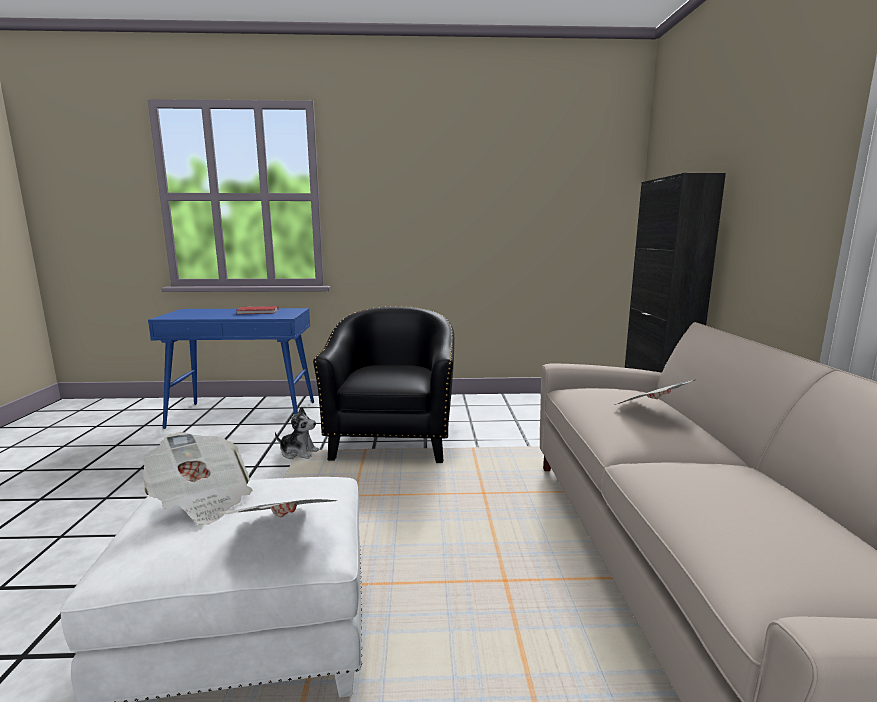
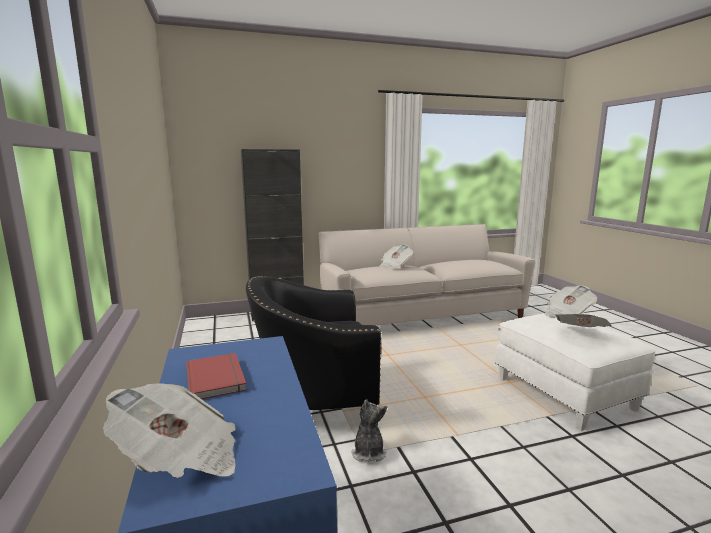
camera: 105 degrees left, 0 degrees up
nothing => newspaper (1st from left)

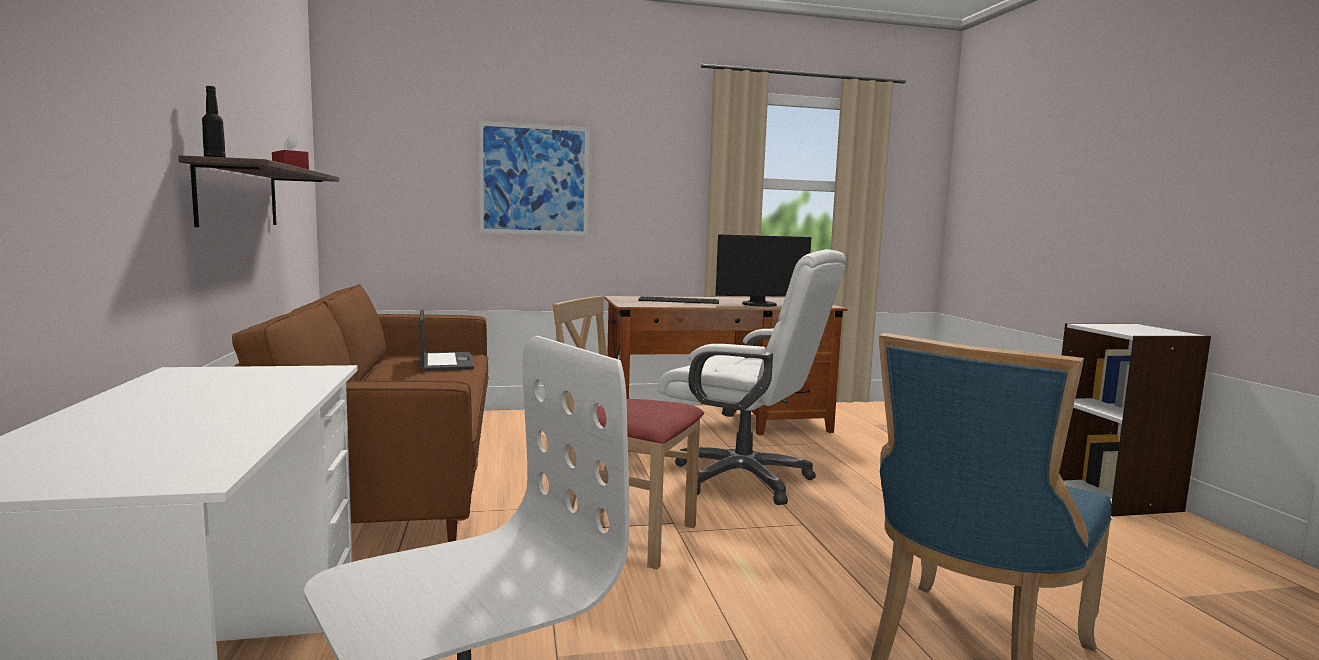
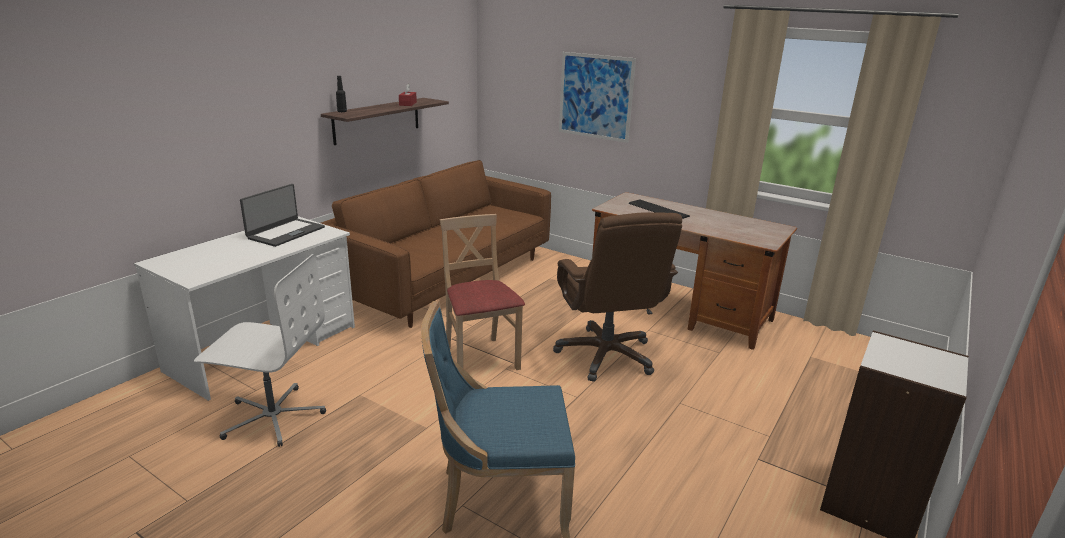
camera: 45 degrees right, 15 degrees up
portable computer, moved
white computer chair (2nd from left) => brown-coloured computer chair
monitor => nothing

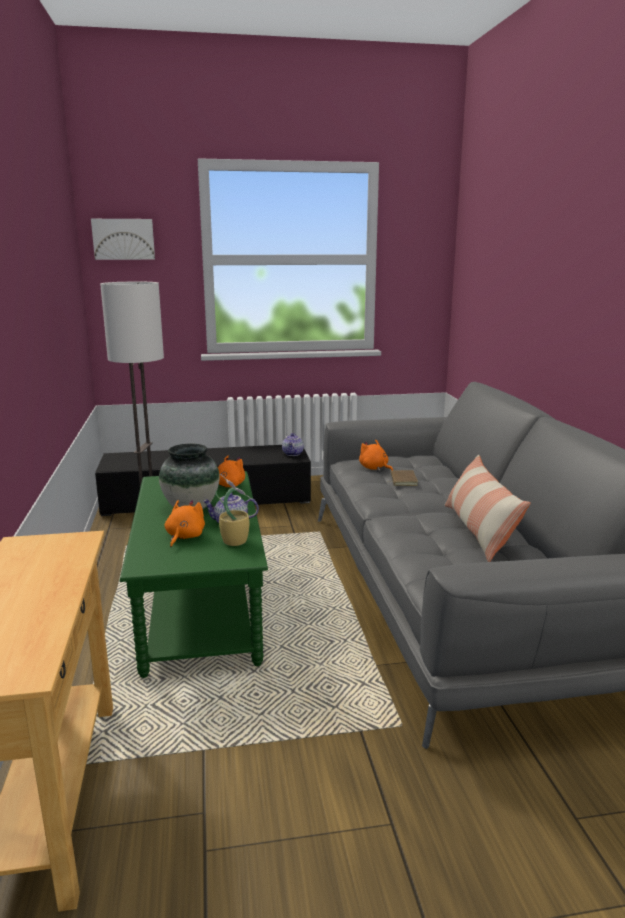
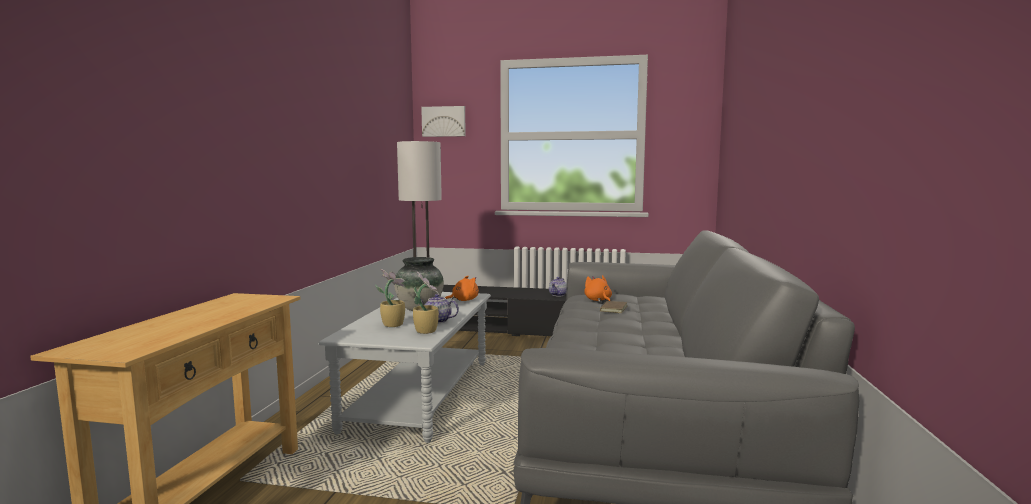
camera: 20 degrees right, 10 degrees down
green-coloured coffee table => greyish coffee table
orangey plush toy (1st from left) => potted plant (1st from left)
pillow => nothing

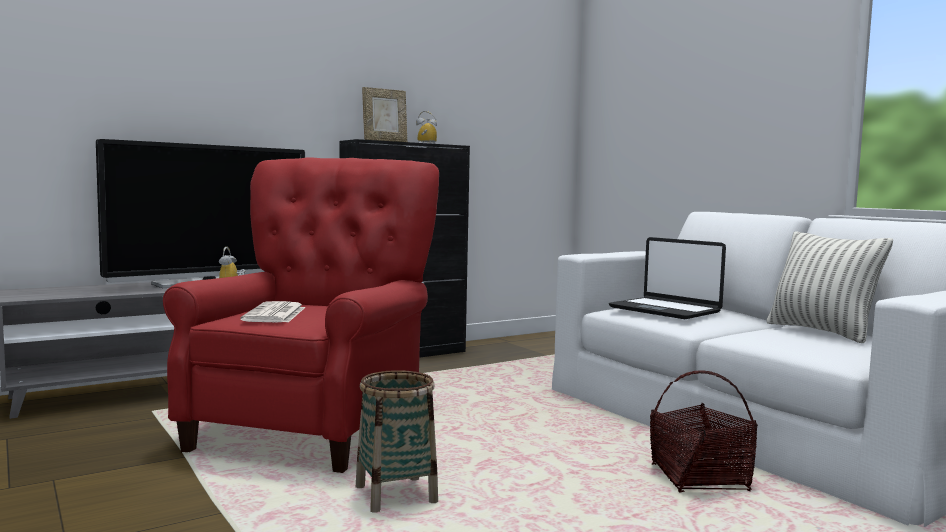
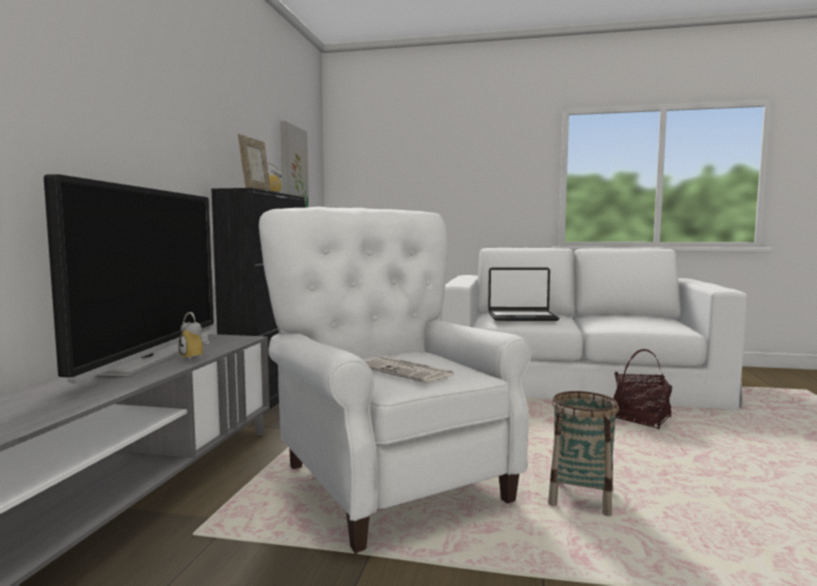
camera: 45 degrees left, 0 degrees up
red lounge chair => white lounge chair
pillow => nothing
nothing => wall picture

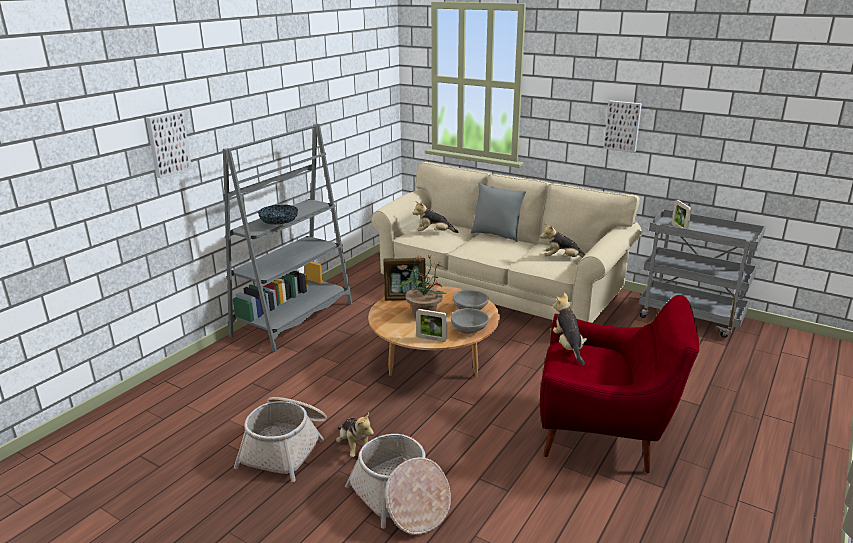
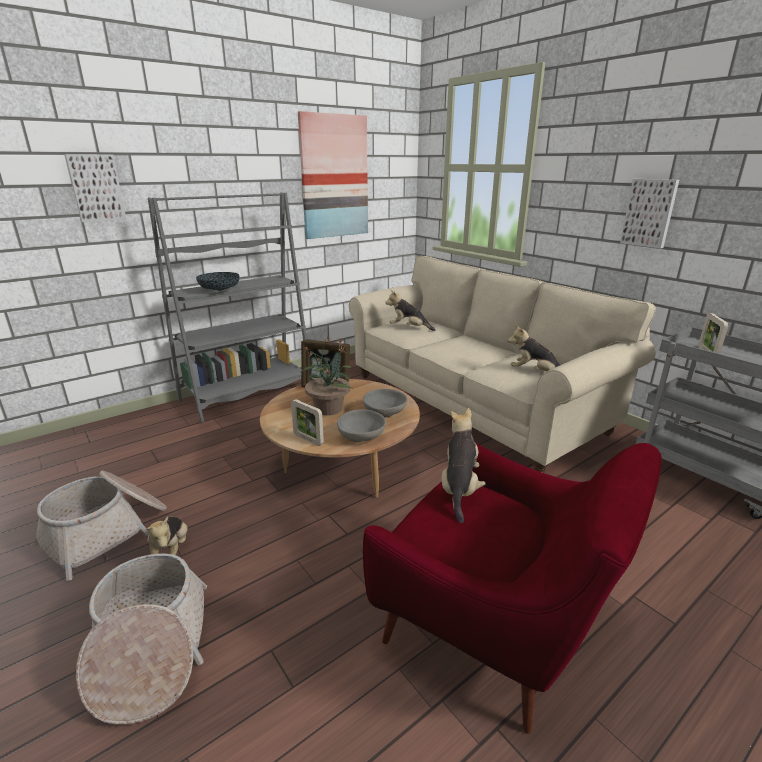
camera: 20 degrees right, 0 degrees up
greyish pillow => nothing
nothing => wall picture (2nd from left)

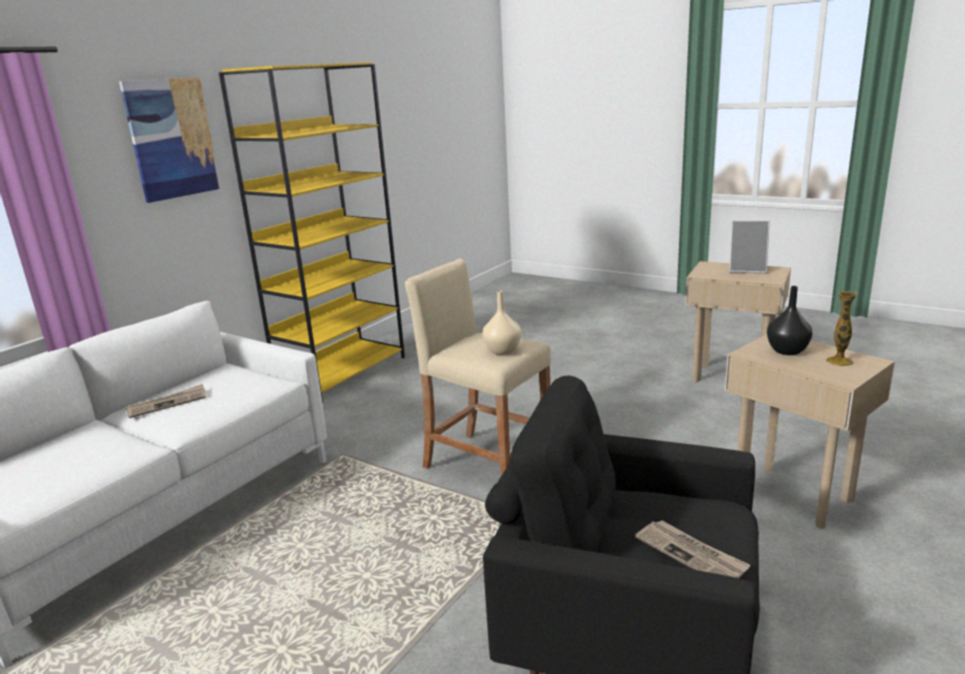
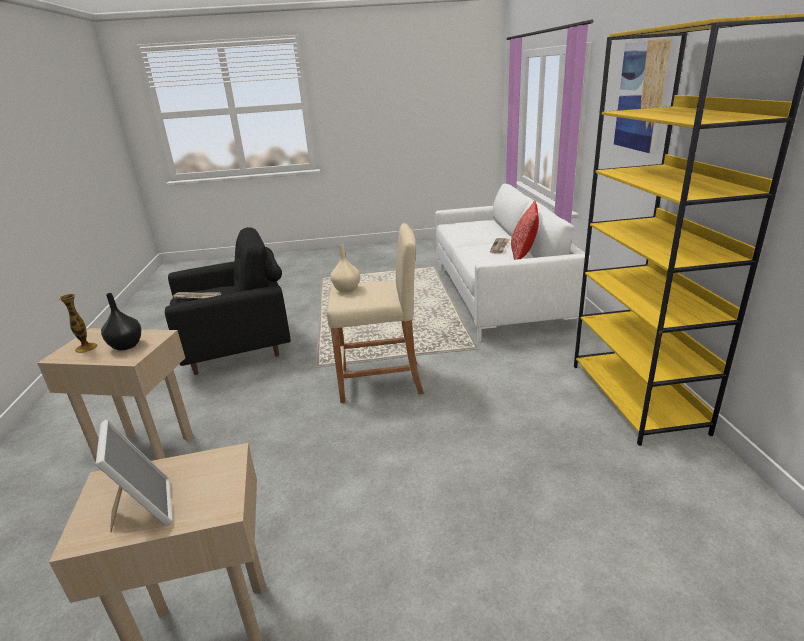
camera: 140 degrees right, 5 degrees up
standing frame, 90 degrees clockwise
nothing => pillow

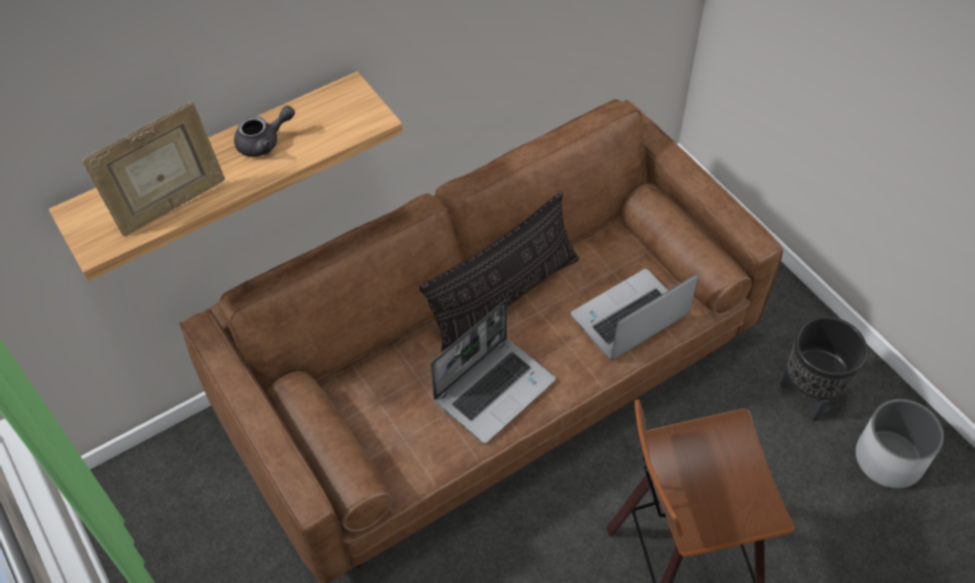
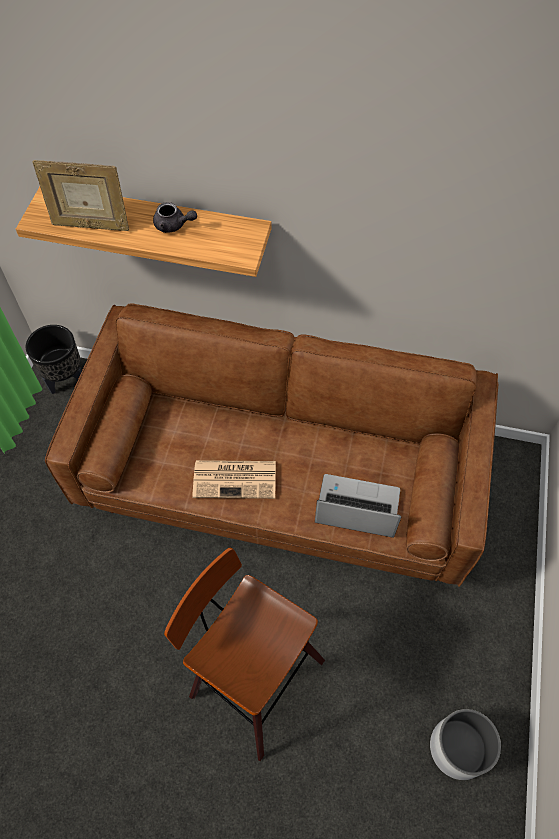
camera: 45 degrees right, 5 degrees up
pillow => nothing
portable computer (1st from left) => newspaper
black flower pot, moved

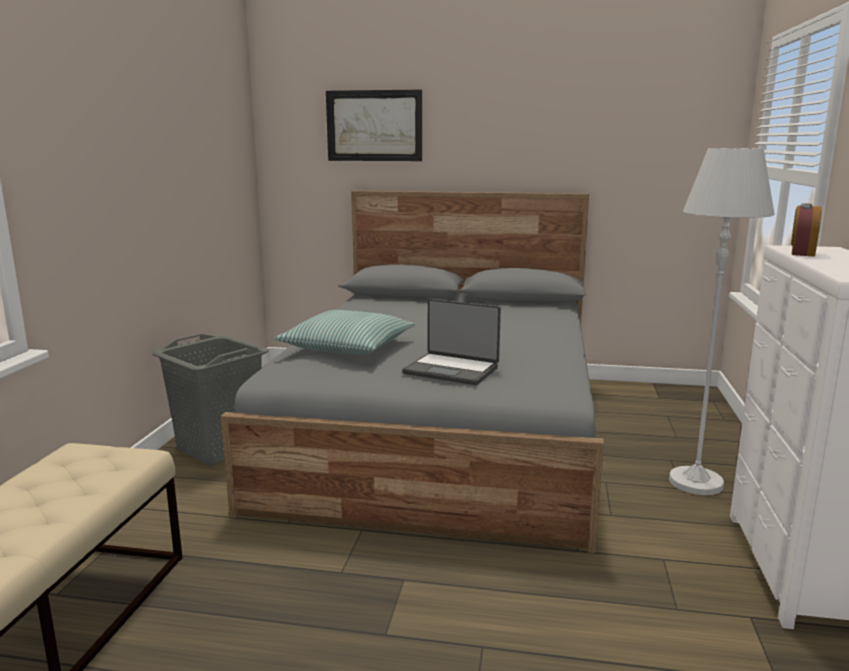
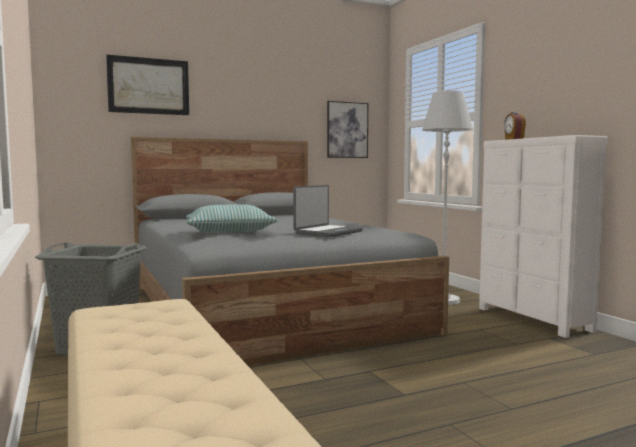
camera: 35 degrees left, 10 degrees down
portable computer, 45 degrees counterclockwise
nothing => wall picture (2nd from left)

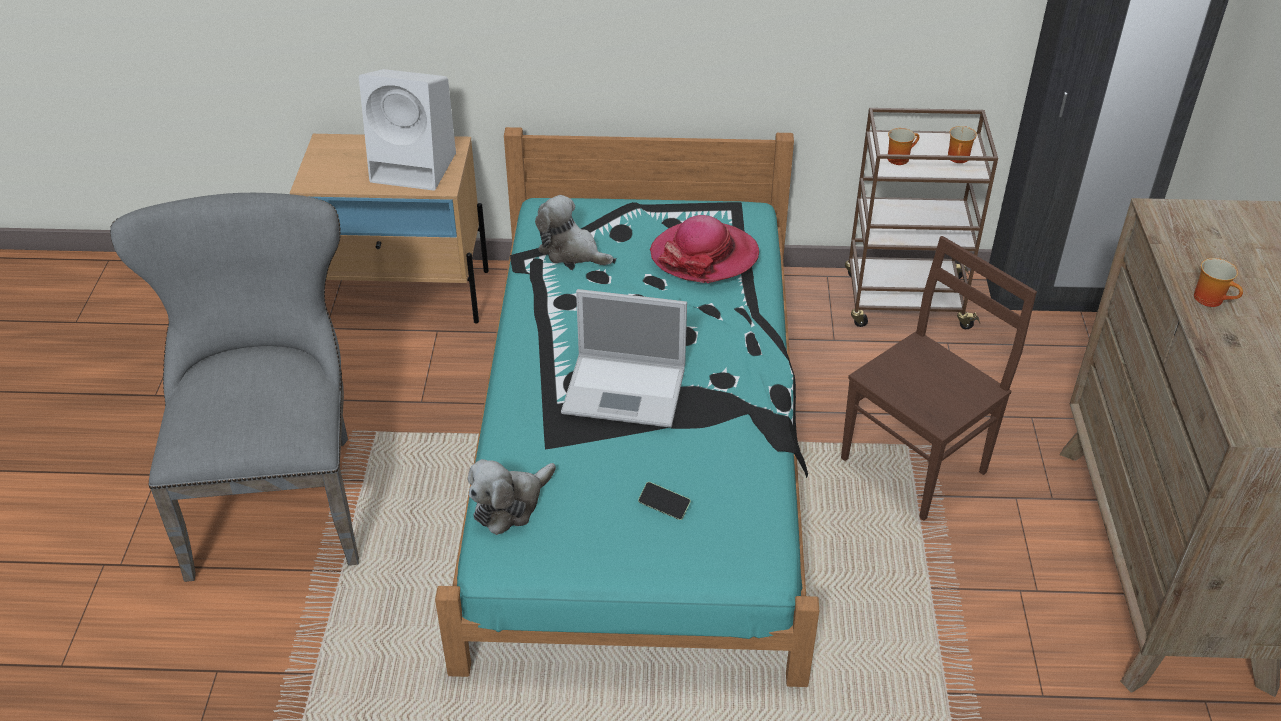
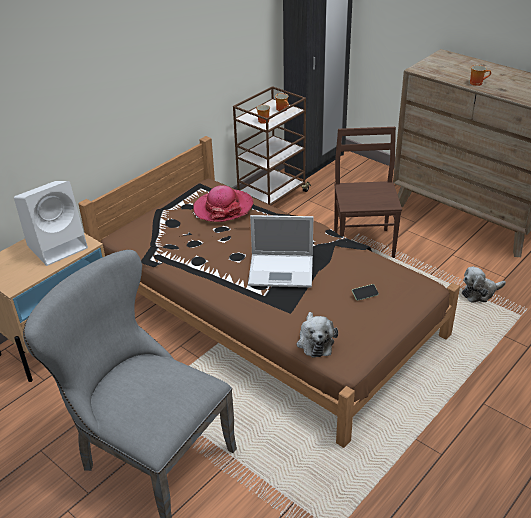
camera: 50 degrees left, 5 degrees down
turquoise bed => brown-coloured bed
plush toy (2nd from left), moved
portable computer, 45 degrees clockwise

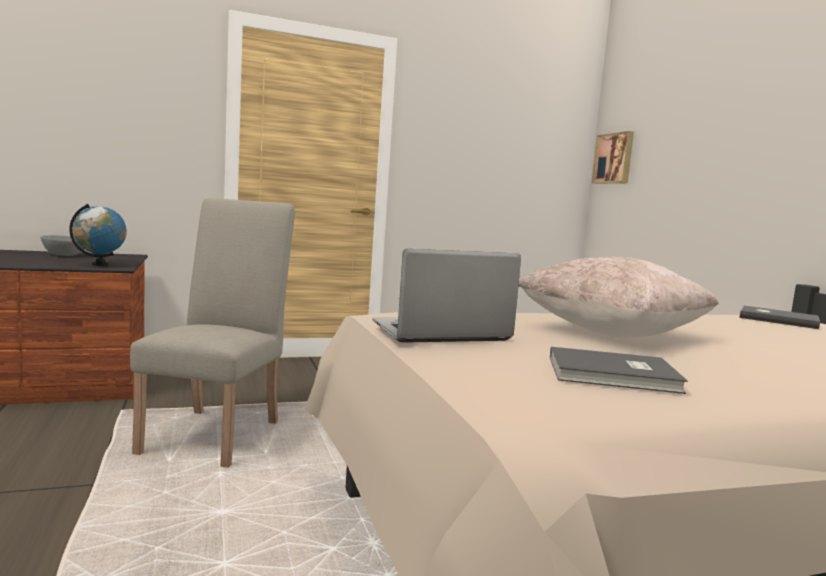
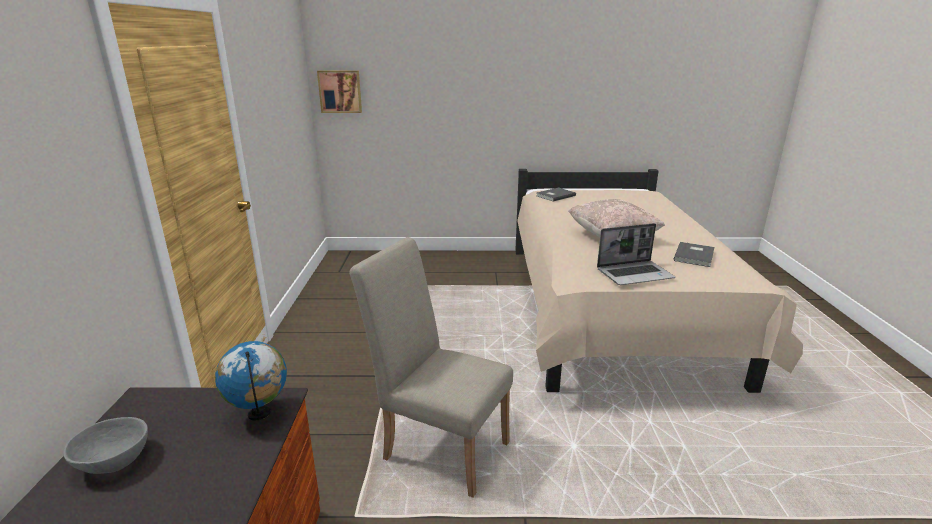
camera: 70 degrees left, 15 degrees up
portable computer, 105 degrees counterclockwise

